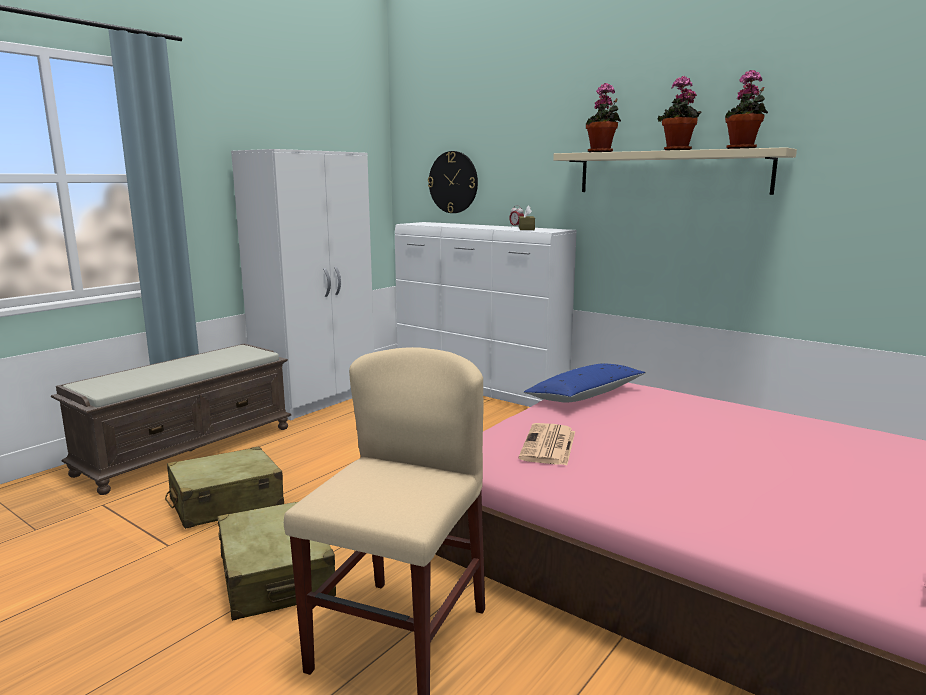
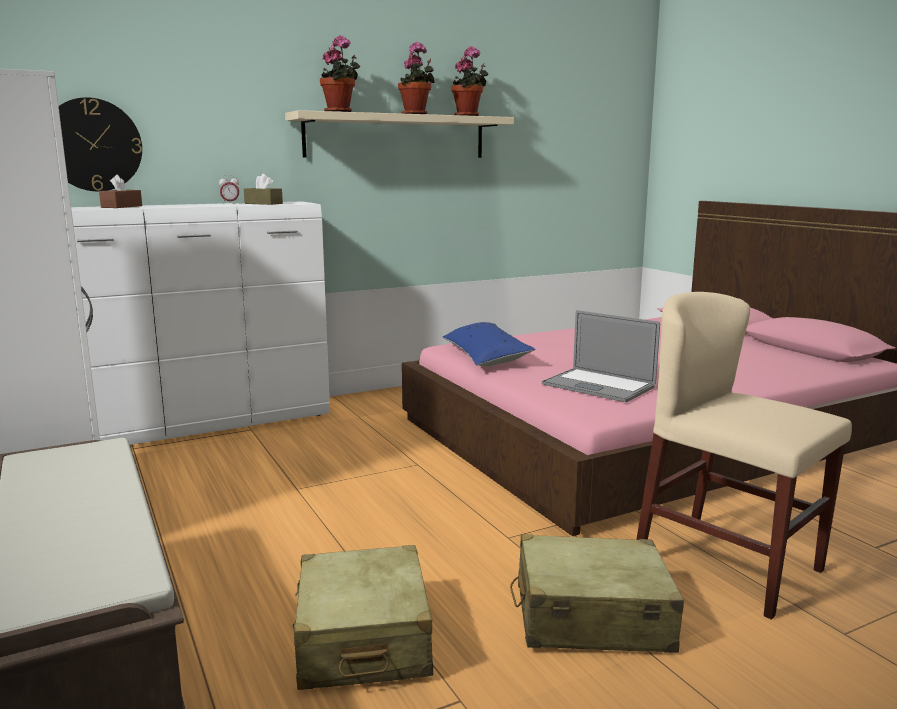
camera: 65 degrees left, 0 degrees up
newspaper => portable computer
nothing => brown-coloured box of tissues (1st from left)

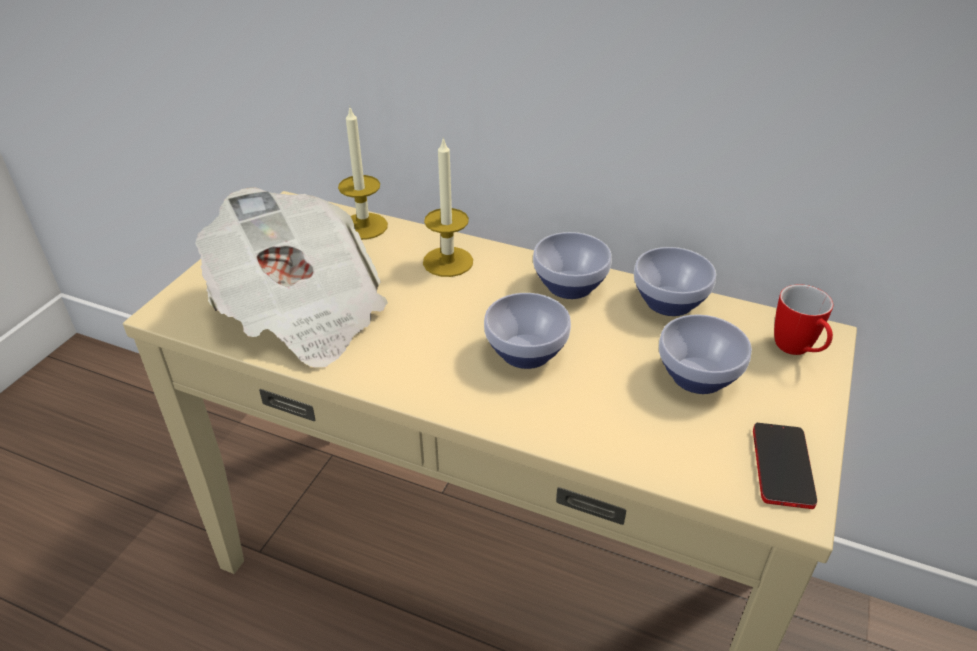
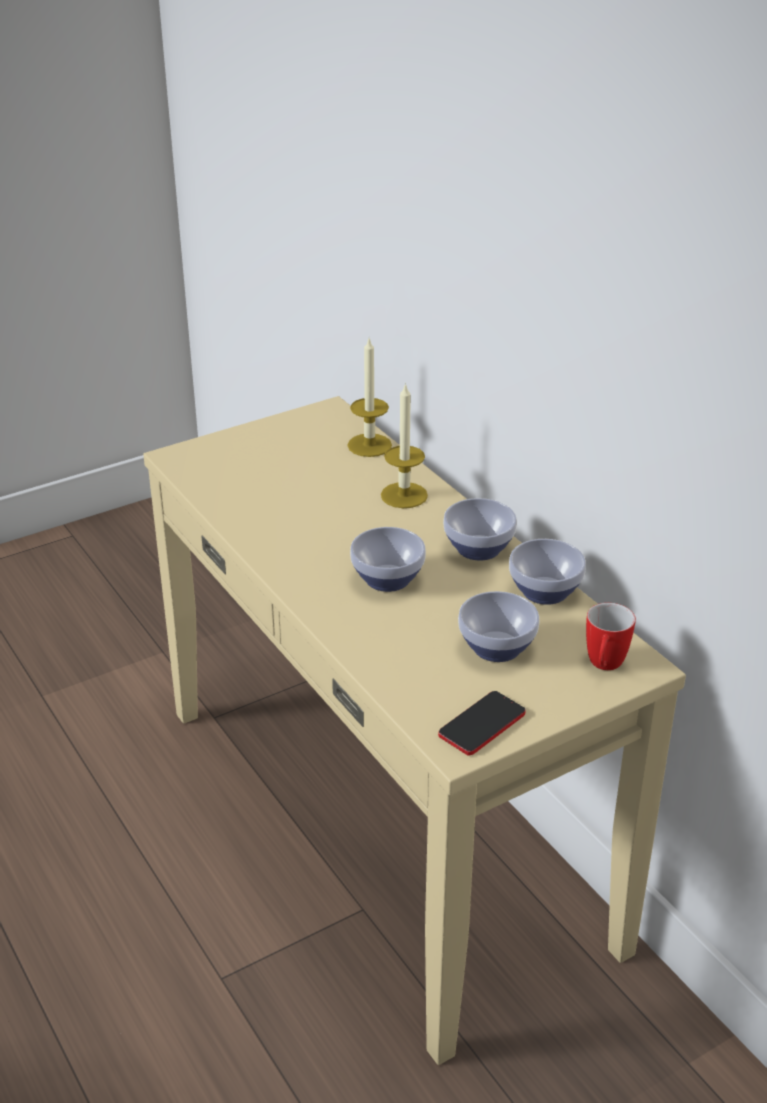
camera: 35 degrees right, 5 degrees down
newspaper => nothing

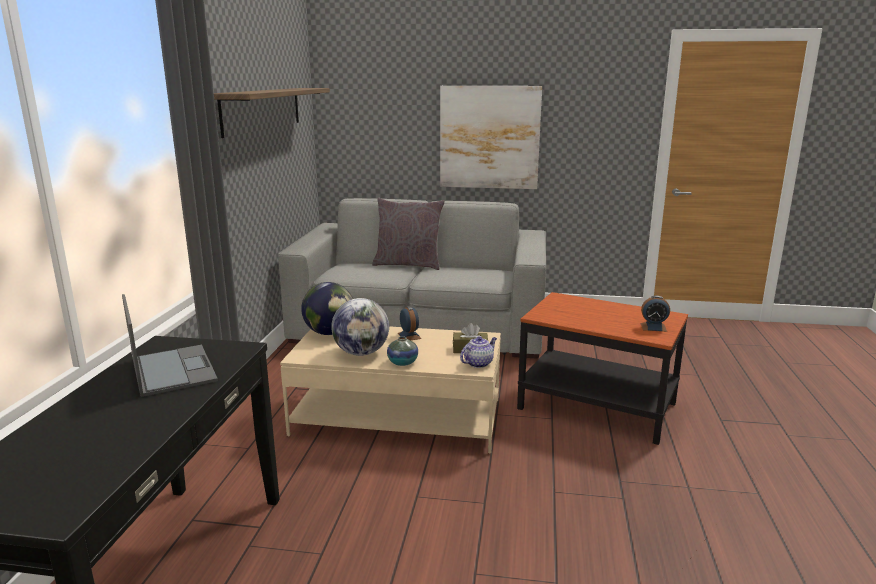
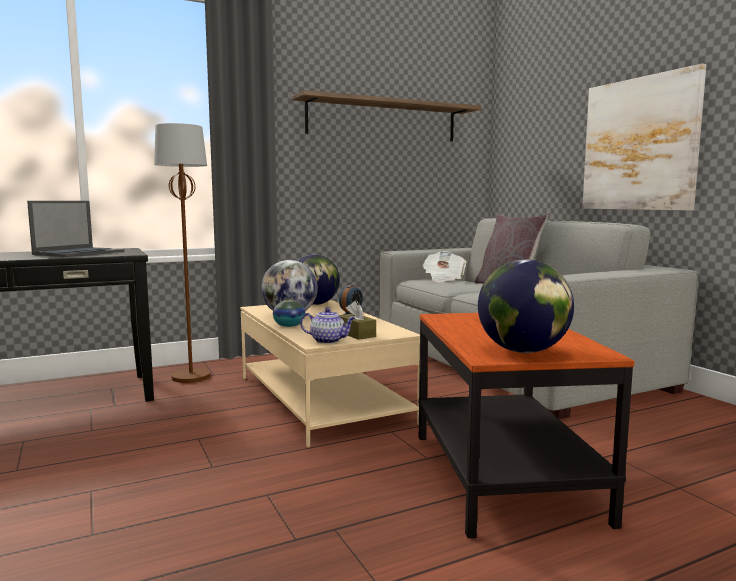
camera: 55 degrees right, 10 degrees down
bedside clock (2nd from left) => desk globe (3rd from left)
nothing => brown-coloured standing lamp
nothing => newspaper

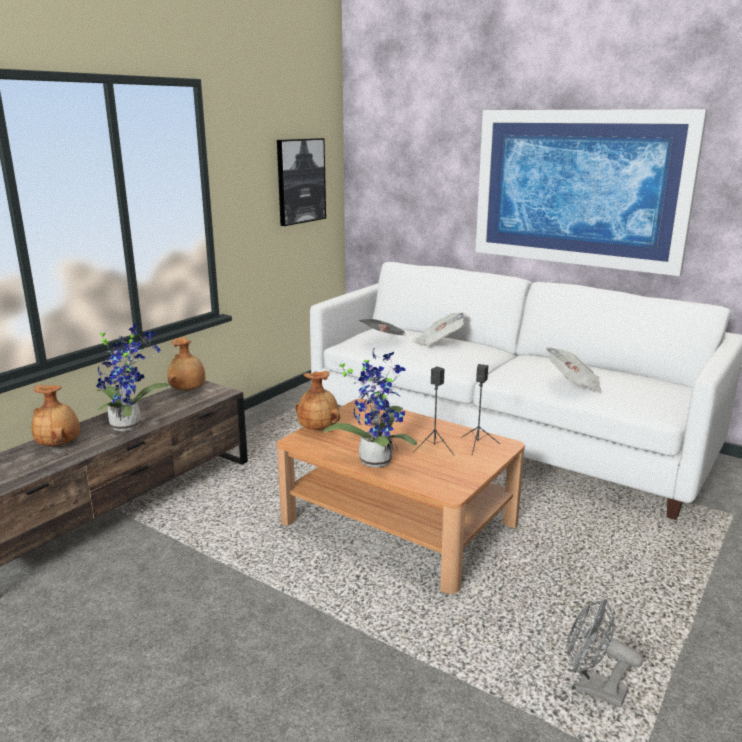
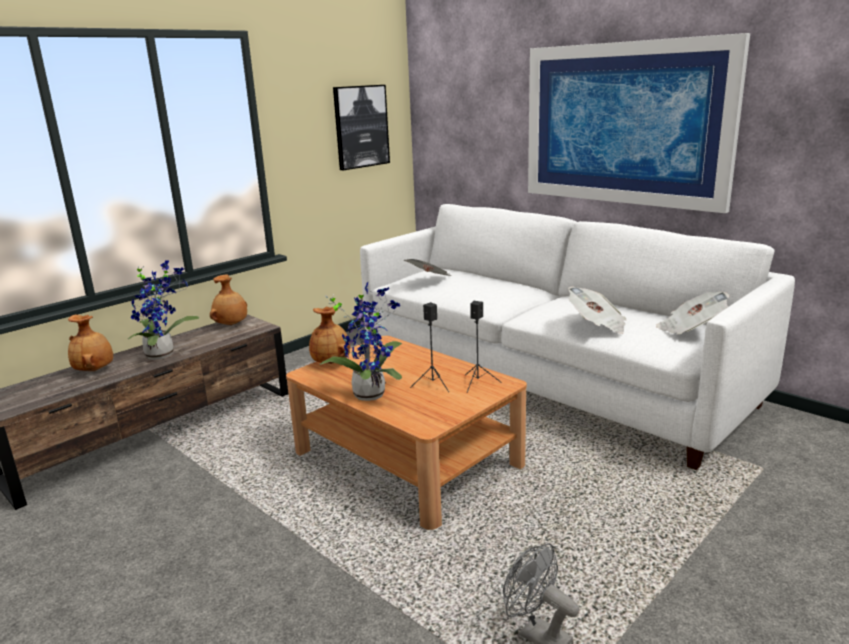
camera: 10 degrees right, 0 degrees up
newspaper (2nd from left in the first image) => newspaper (3rd from left), moved

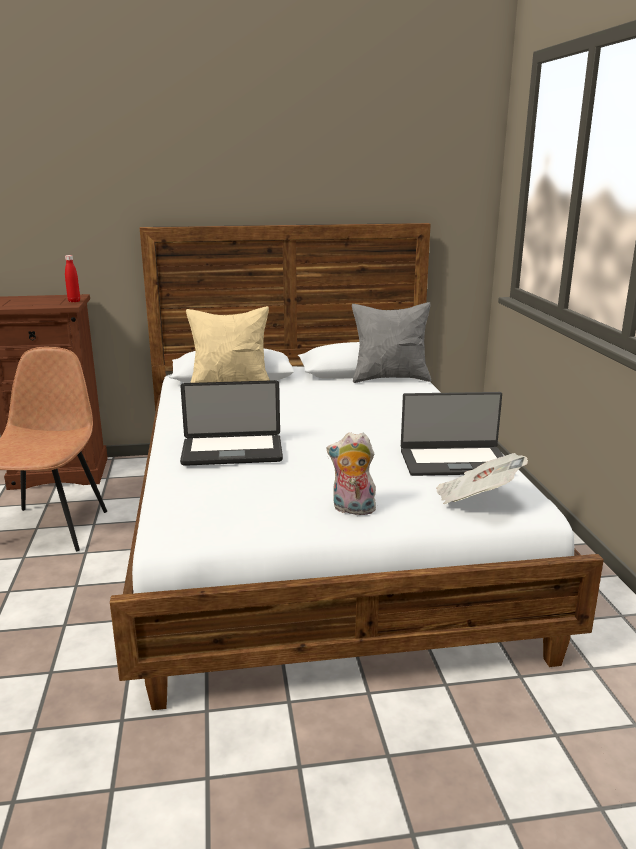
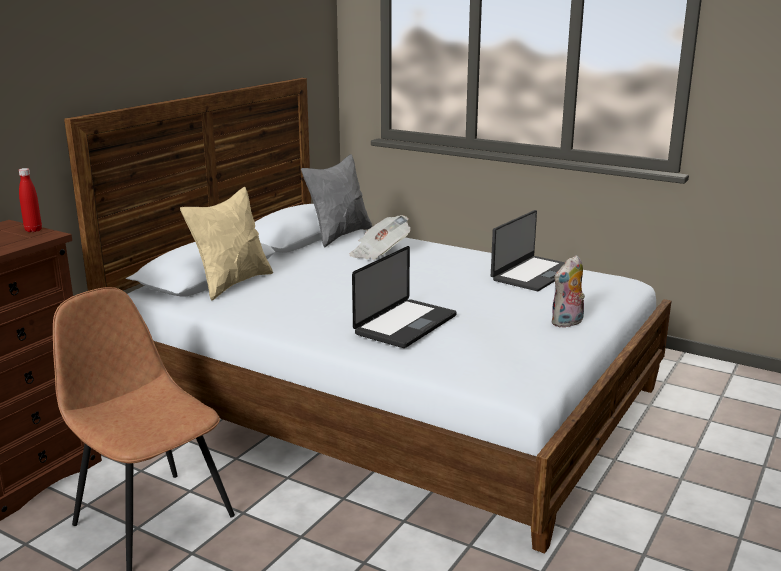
camera: 50 degrees left, 0 degrees up
newspaper, moved

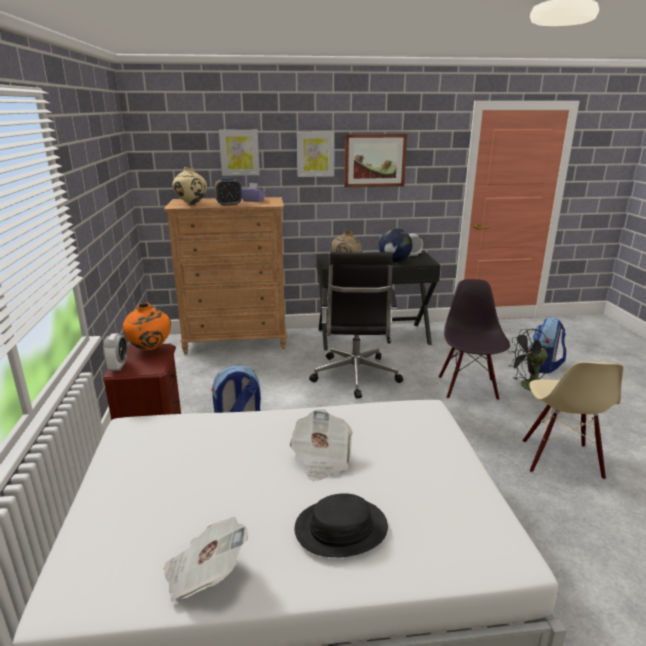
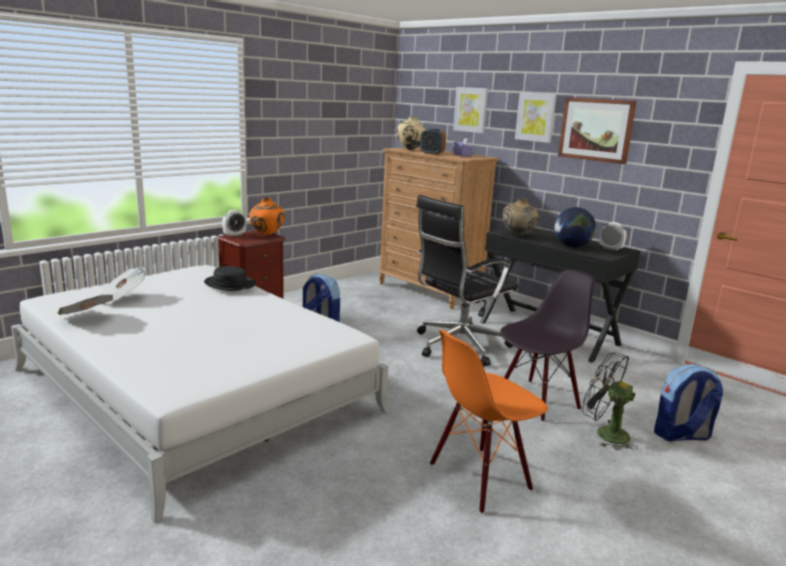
camera: 50 degrees right, 5 degrees down
newspaper (2nd from left), moved
black hat, moved
beige plain chair => orangey plain chair

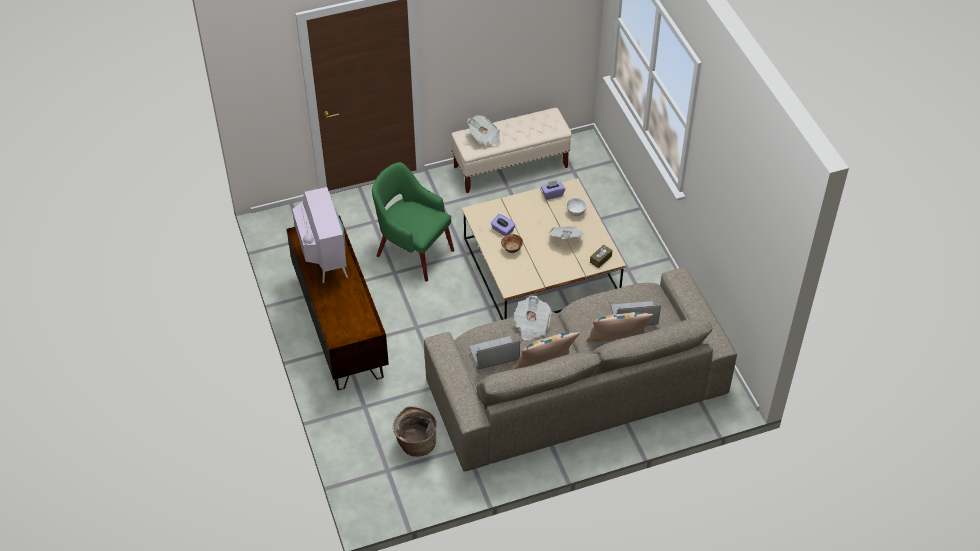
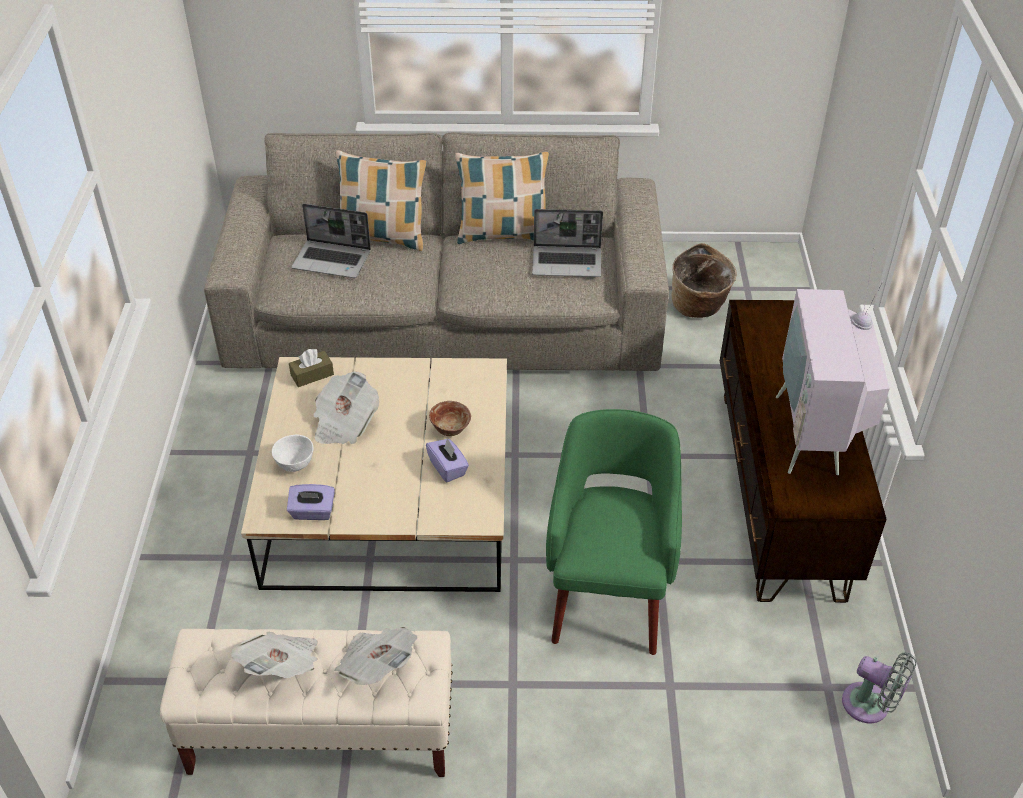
camera: 160 degrees left, 5 degrees down
green-coloured lounge chair, 135 degrees counterclockwise
newspaper (2nd from left in the first image) => newspaper (1st from left), moved
nothing => greyish cooling fan

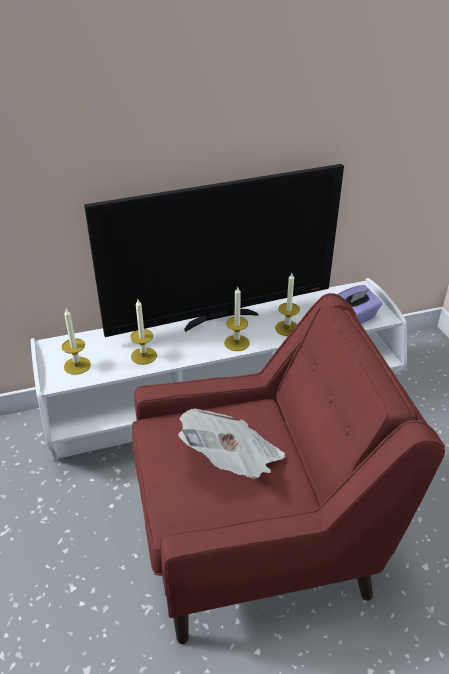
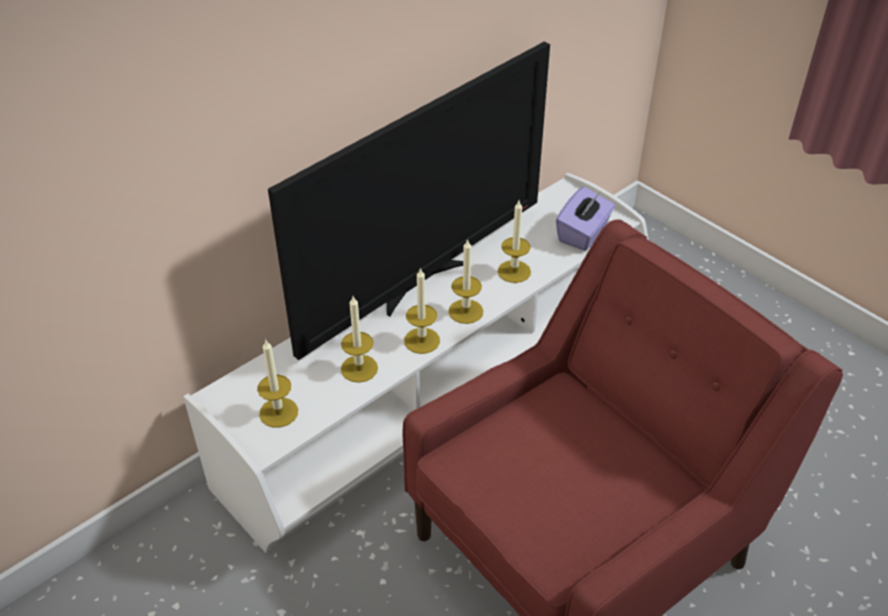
camera: 25 degrees left, 5 degrees up
newspaper => nothing
nothing => wax light (3rd from left)

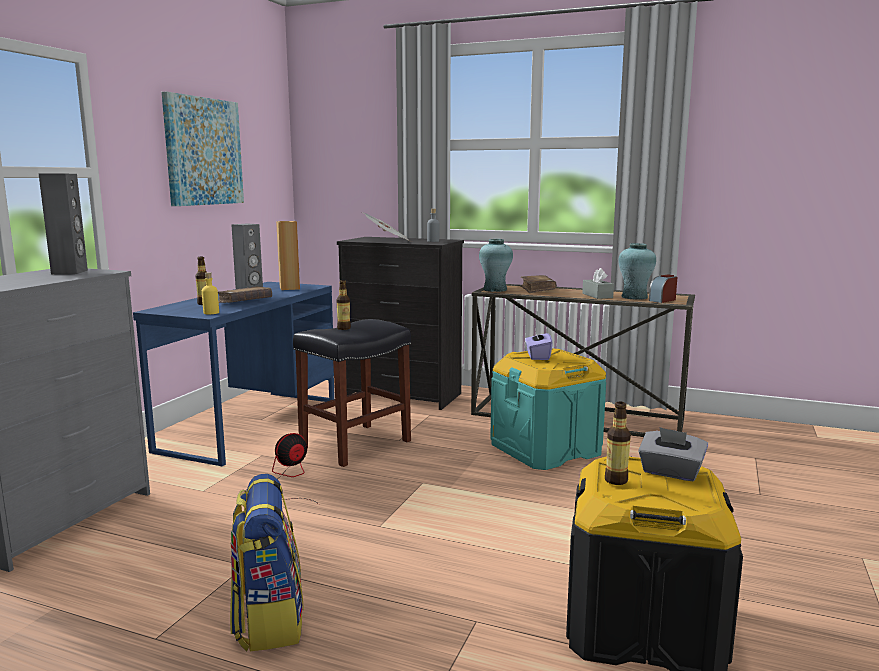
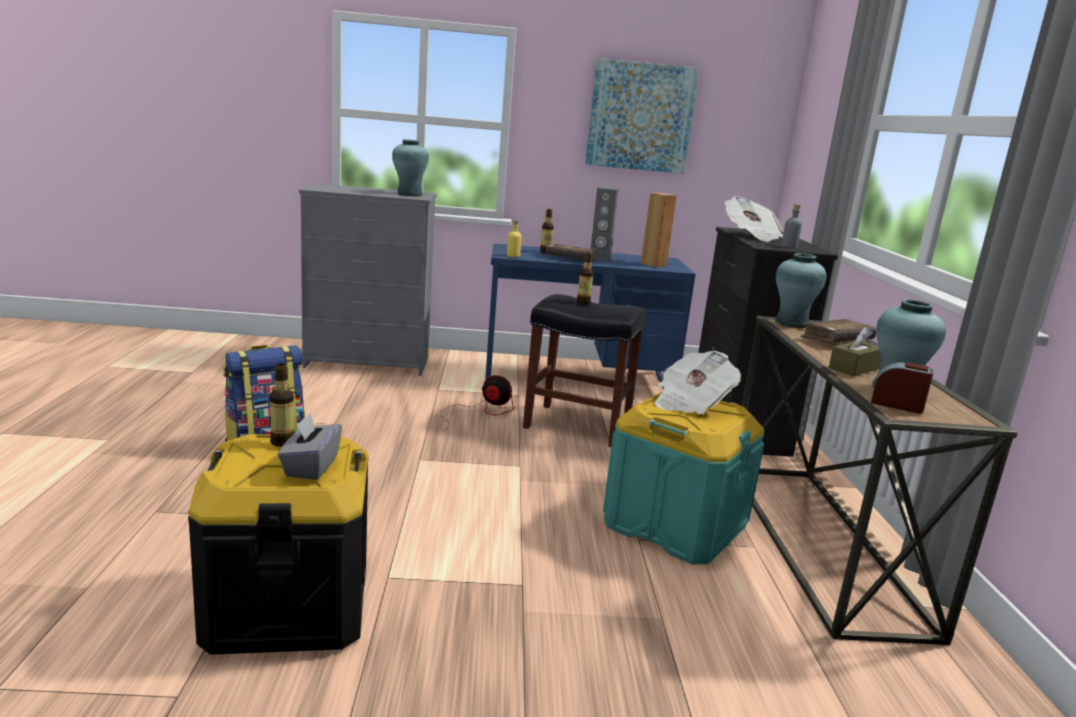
camera: 65 degrees right, 5 degrees up
greyish audio speaker (1st from left) => turquoise vase (1st from left)
purplish box of tissues => newspaper (1st from left)
greyish box of tissues (1st from left) => brown-coloured box of tissues

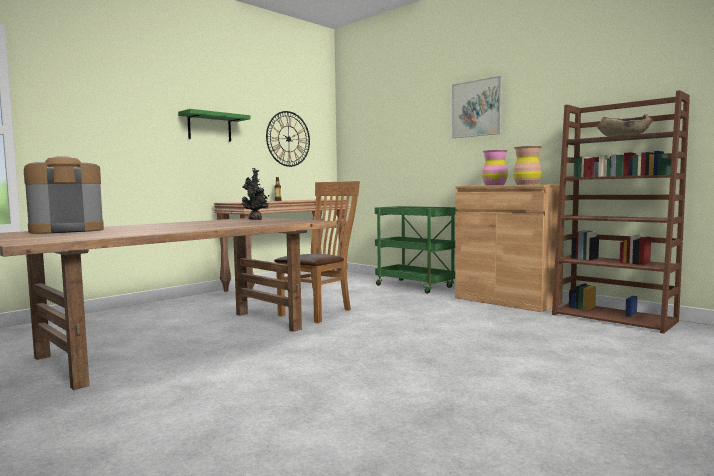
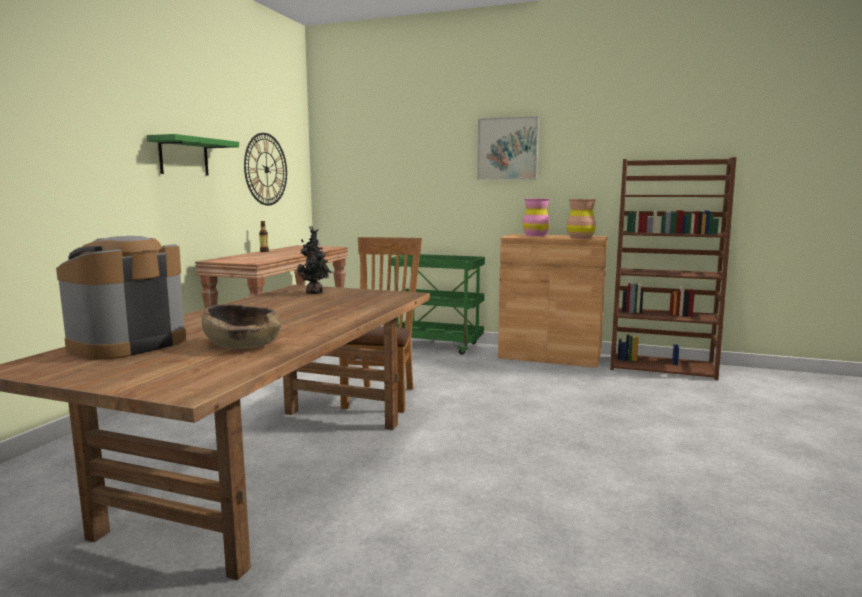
camera: 25 degrees left, 5 degrees up
brown-coloured serving bowl, moved

